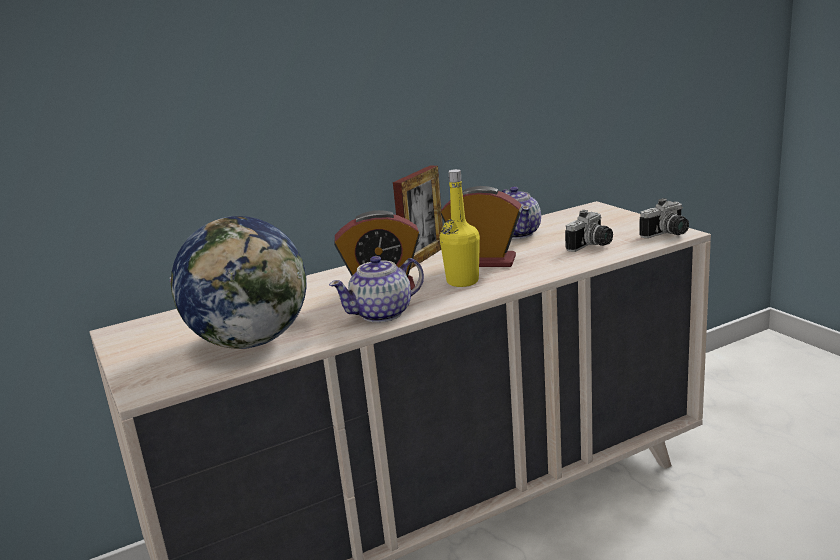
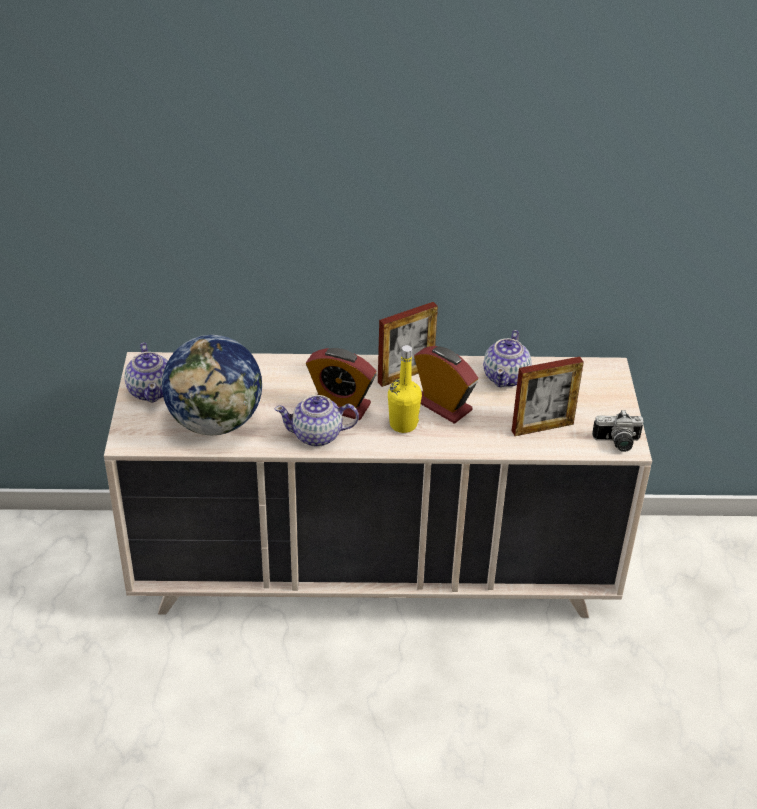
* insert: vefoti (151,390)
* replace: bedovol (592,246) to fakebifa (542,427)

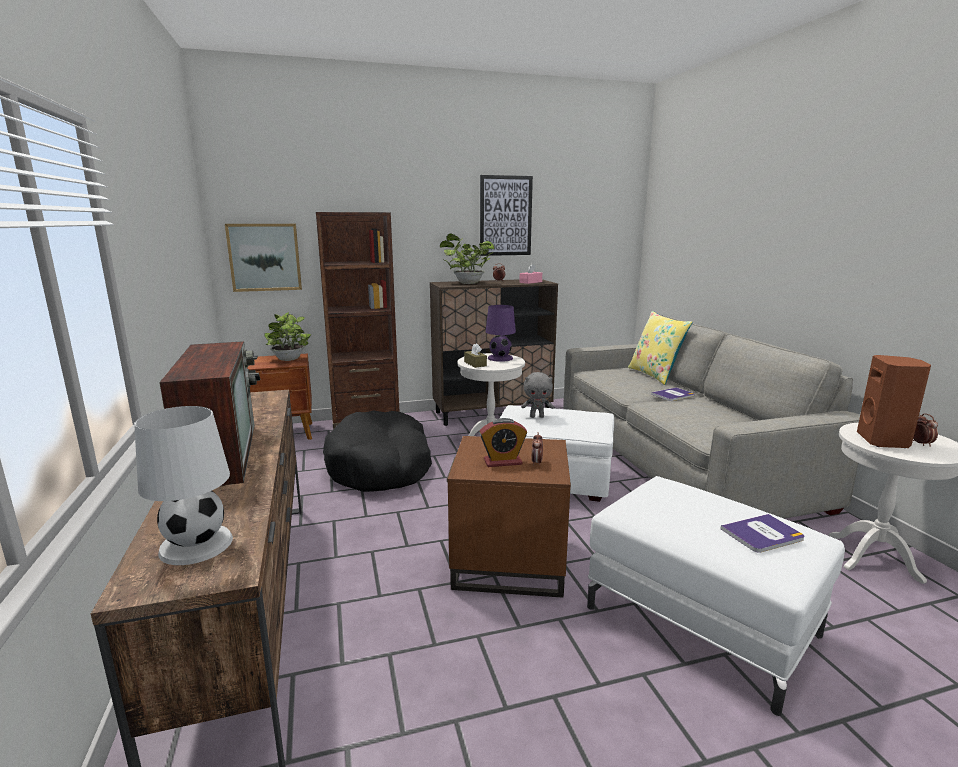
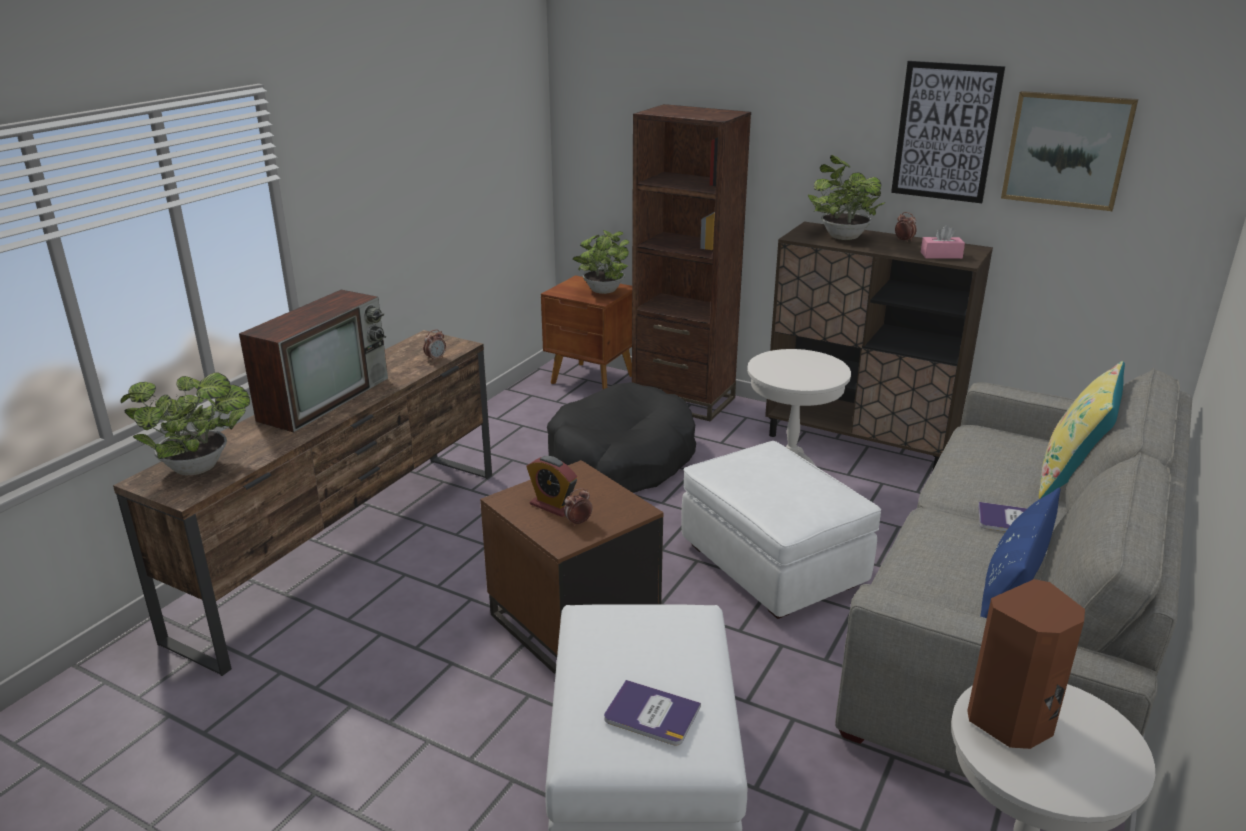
* replace: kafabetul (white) (195,545) to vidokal (201,468)
* move: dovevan (921,443) to (435,358)
* insert: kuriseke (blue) (1012,582)
* move: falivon (264,257) to (1067,150)
* delete: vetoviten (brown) (475,364)
* delete: kafabetul (purple) (500,358)
* delete: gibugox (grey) (537,416)

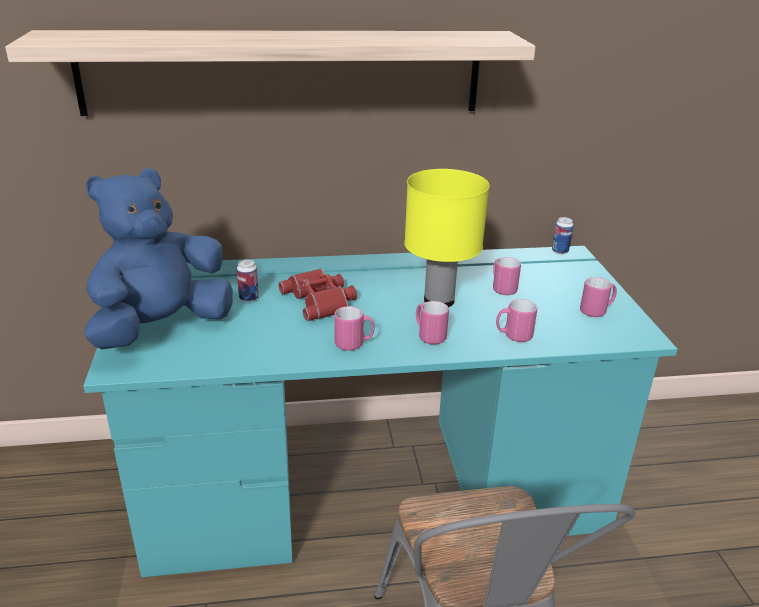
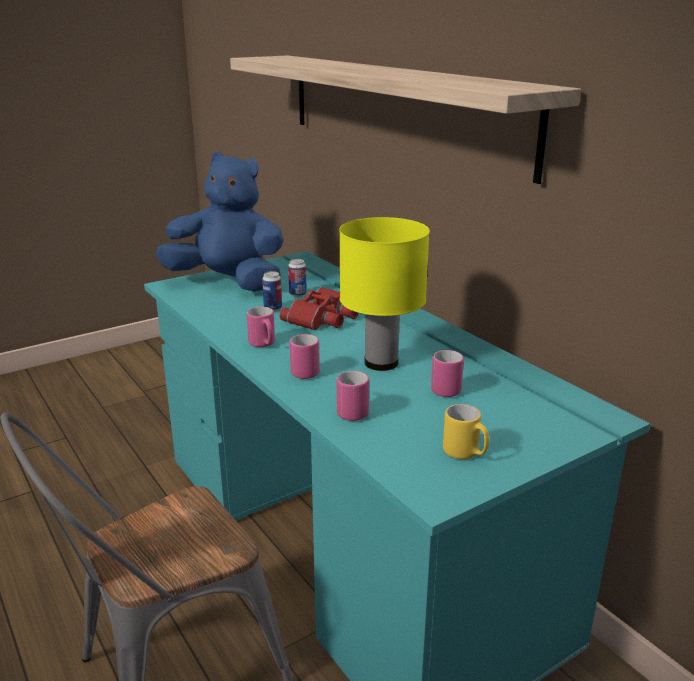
* move: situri (560,251) to (273,308)
* recolor: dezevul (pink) (597,311) to dezevul (yellow) (465,454)

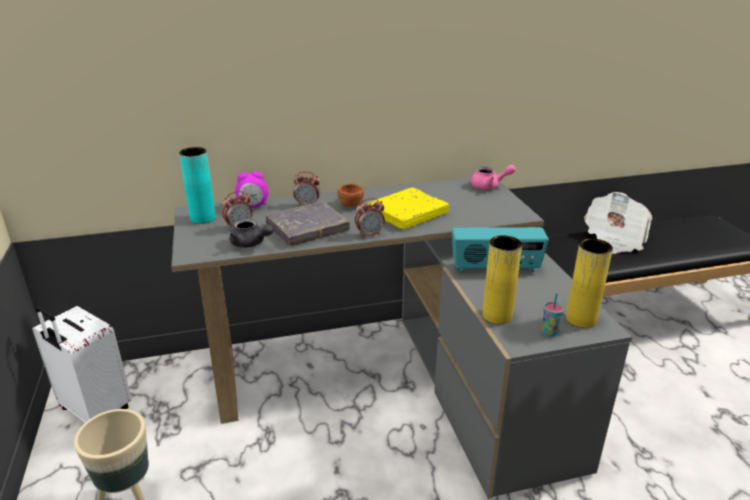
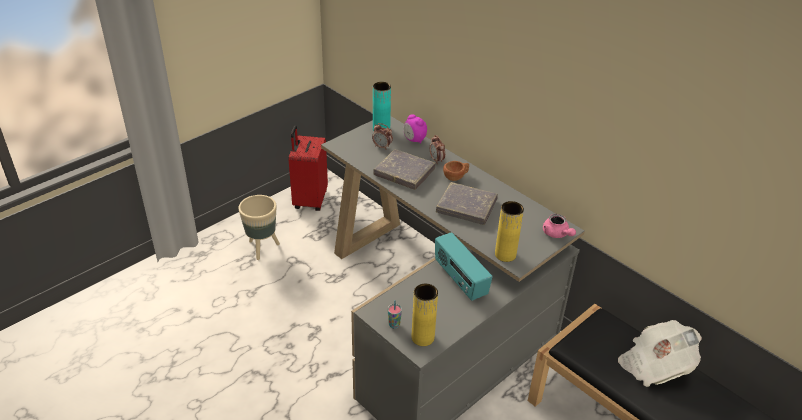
* recolor: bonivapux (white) (94,410) to bonivapux (red) (309,200)
* recolor: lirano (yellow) (407,213) to lirano (grey) (466,207)
* move: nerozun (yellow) (497,316) to (505,255)
* delete: vefoti (grey) (251,244)
* delete: dovevan (370,234)

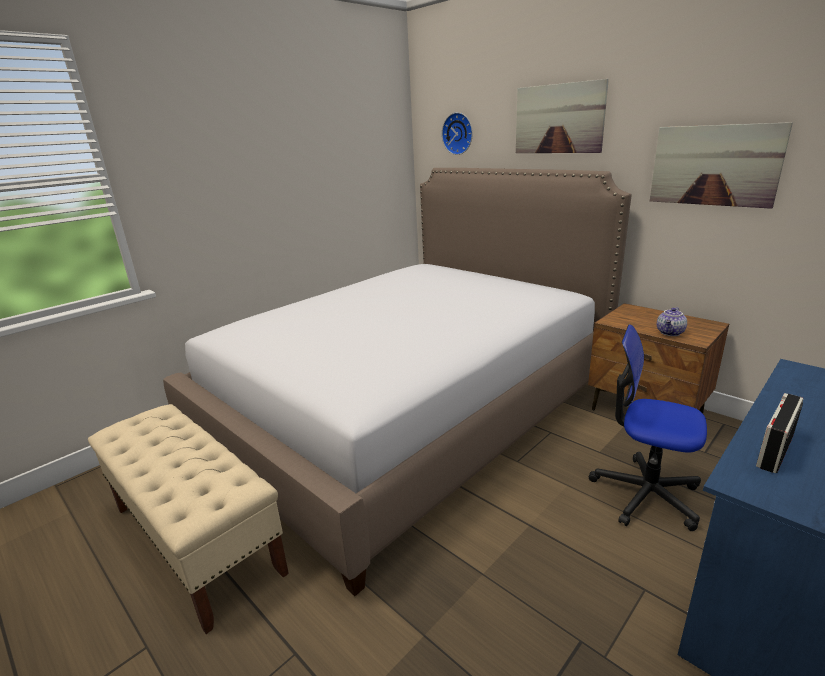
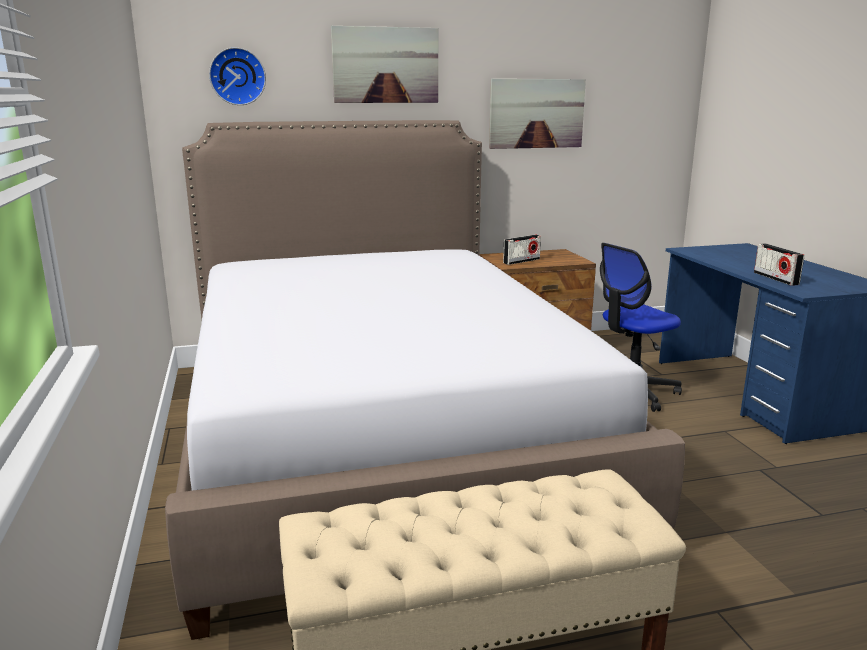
* insert: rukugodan (521,261)
* delete: vefoti (670,333)

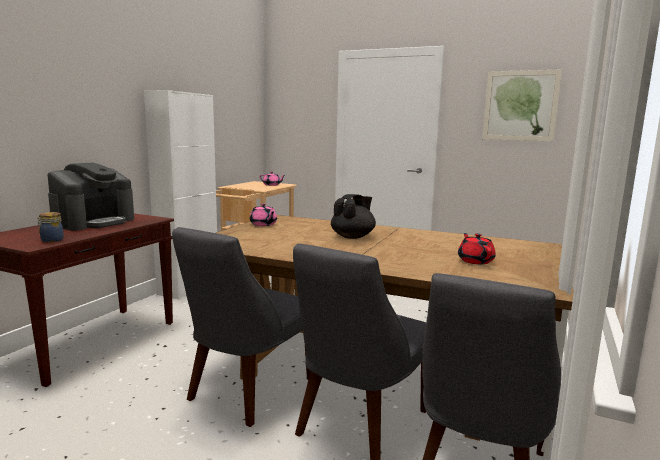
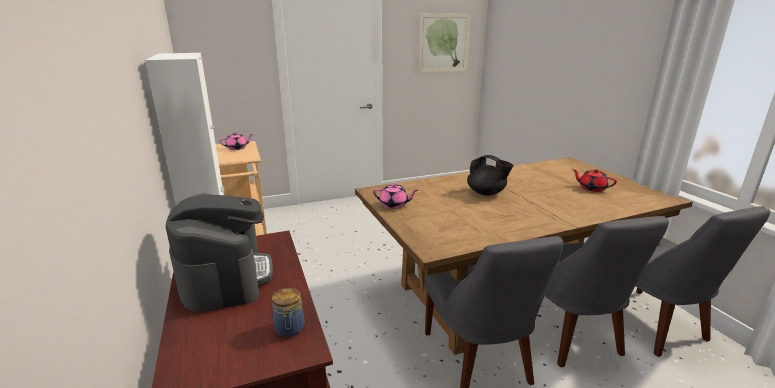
* rotate: vefoti (black) (353,237) = (486,193) 135 degrees clockwise

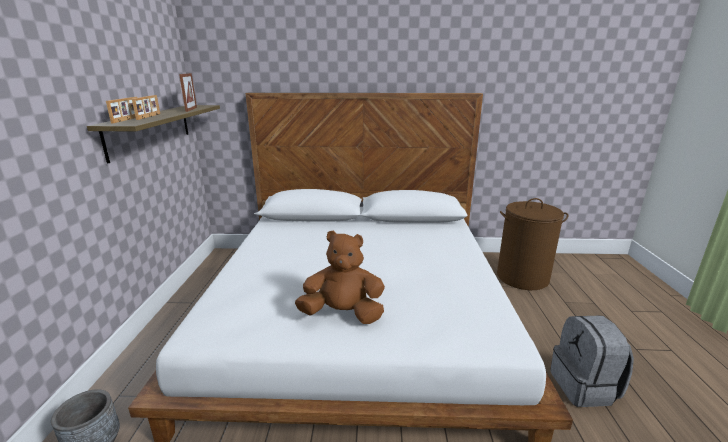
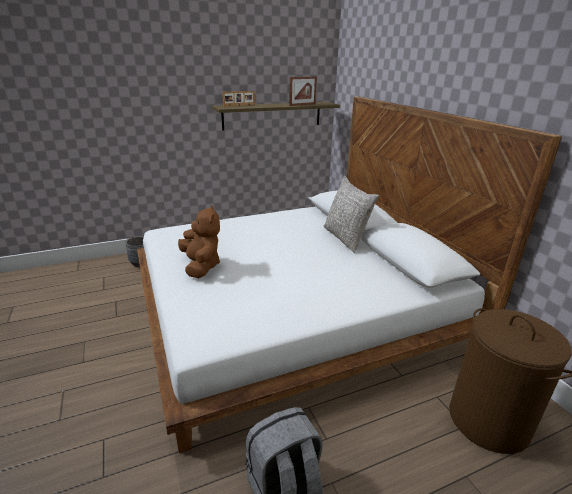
* insert: kuriseke (grey) (346,238)
* delete: fakebifa (149,116)

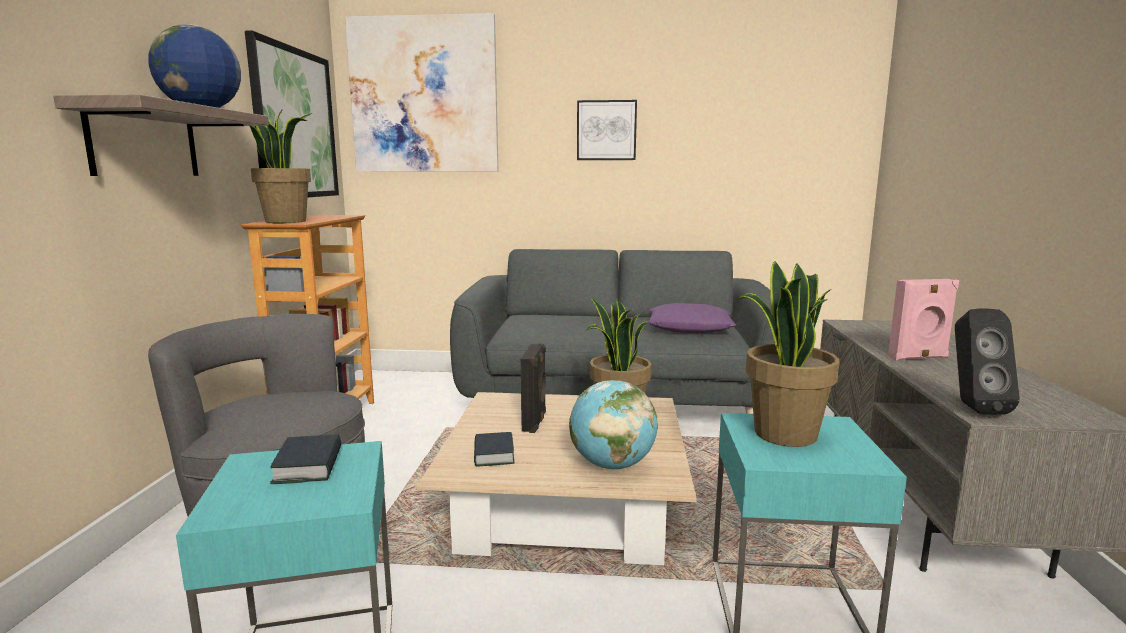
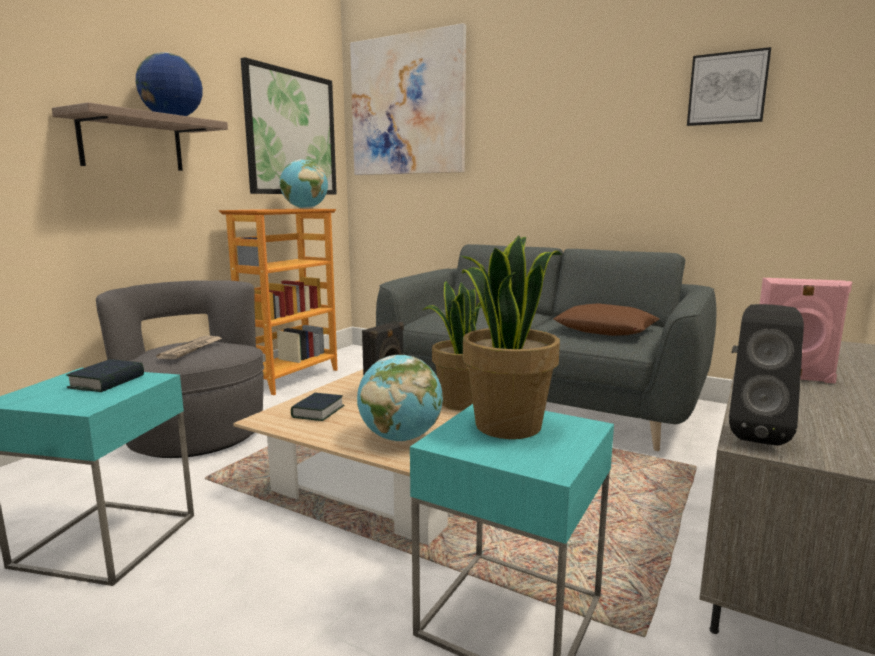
* insert: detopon (192,349)
* insert: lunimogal (305,208)
* recolor: kuriseke (purple) (689,327) to kuriseke (brown) (605,329)
* move: falivon (606,130) to (727,88)
* delete: vidokal (286,221)

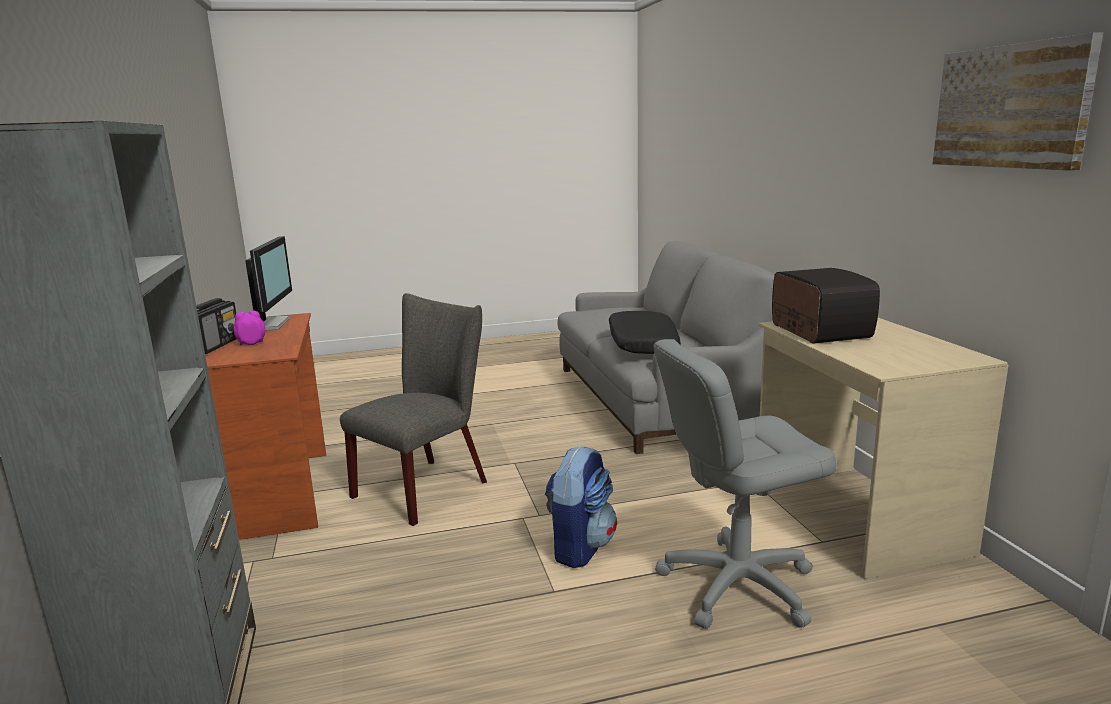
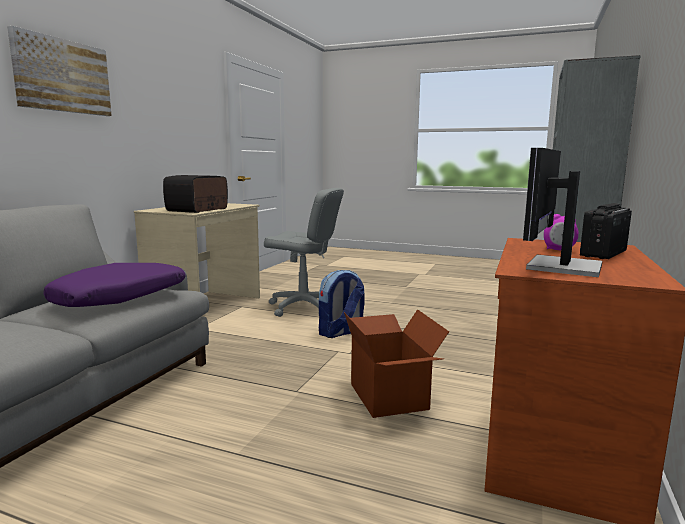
* move: falivon (1011,106) to (62,76)
* recolor: kuriseke (black) (641,344) to kuriseke (purple) (120,298)
* replace: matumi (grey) (428,486) to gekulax (390,396)

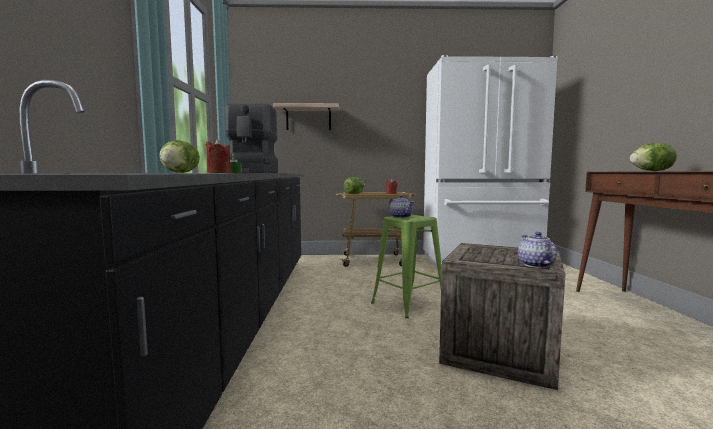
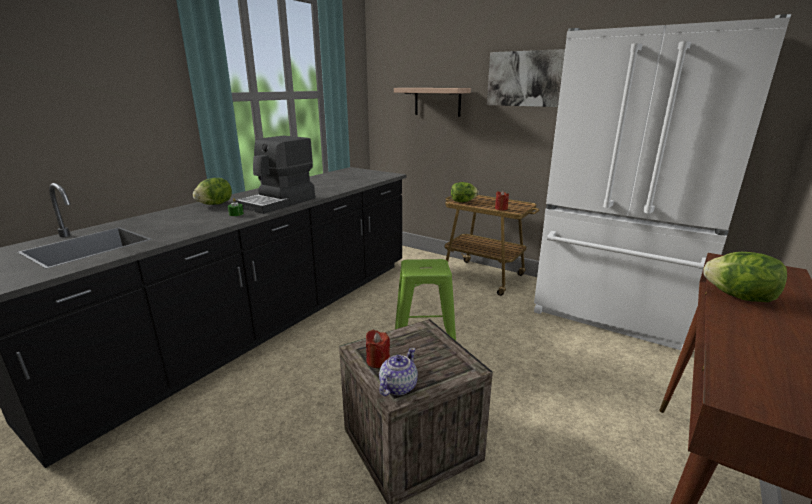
* move: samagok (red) (219,173) to (377,361)
* insert: falivon (525,79)
* delete: vefoti (401,217)

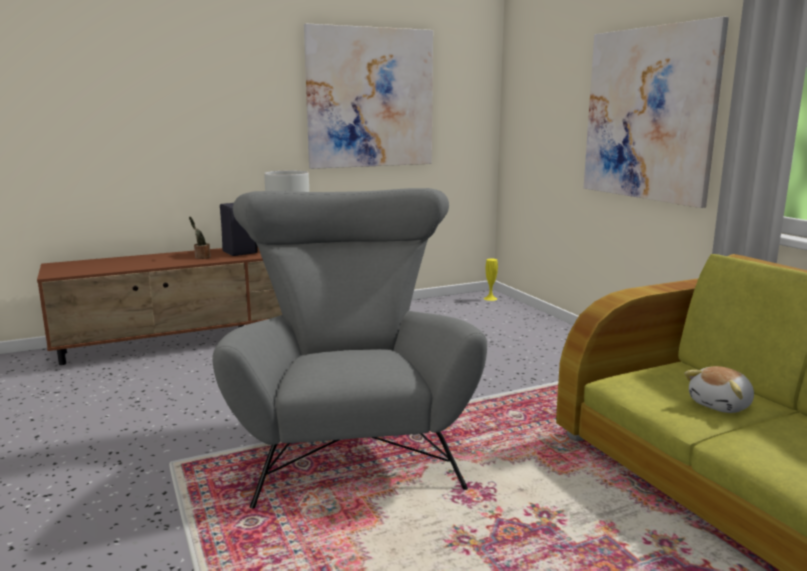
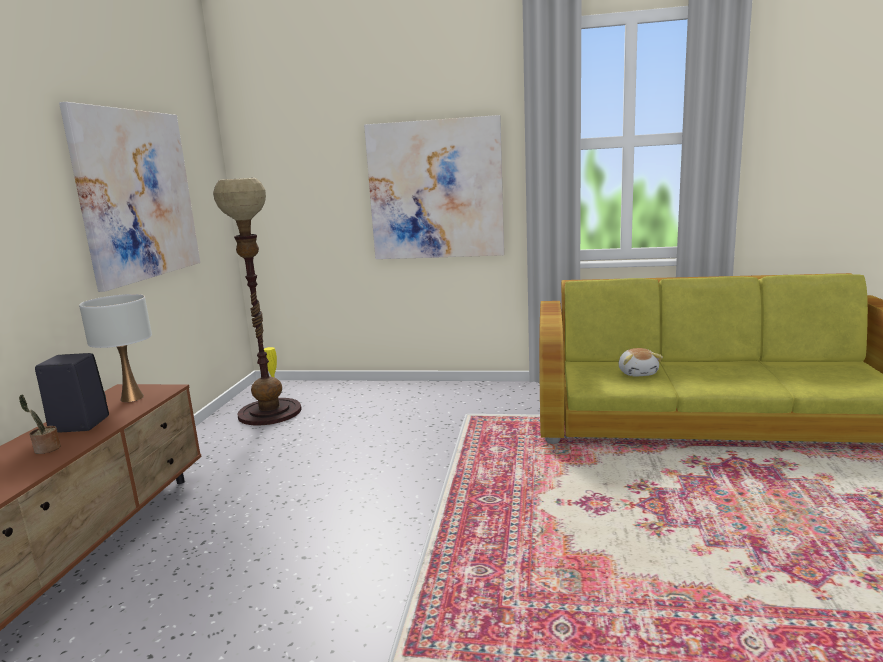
* insert: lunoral (269,412)
* delete: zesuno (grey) (350,442)

